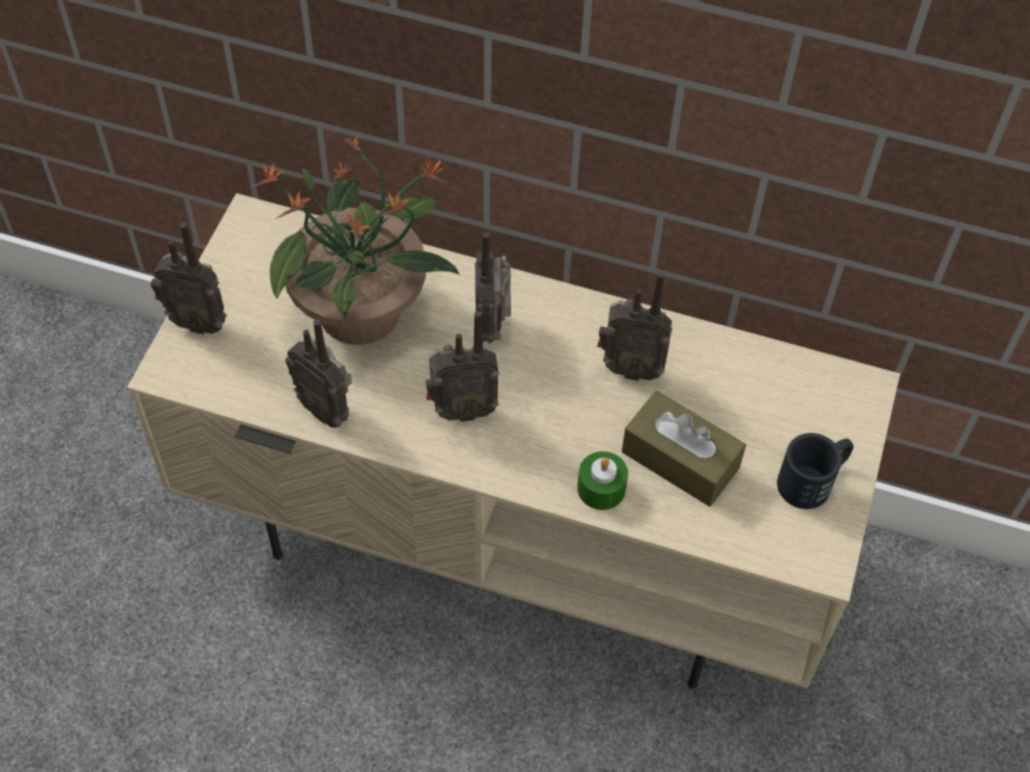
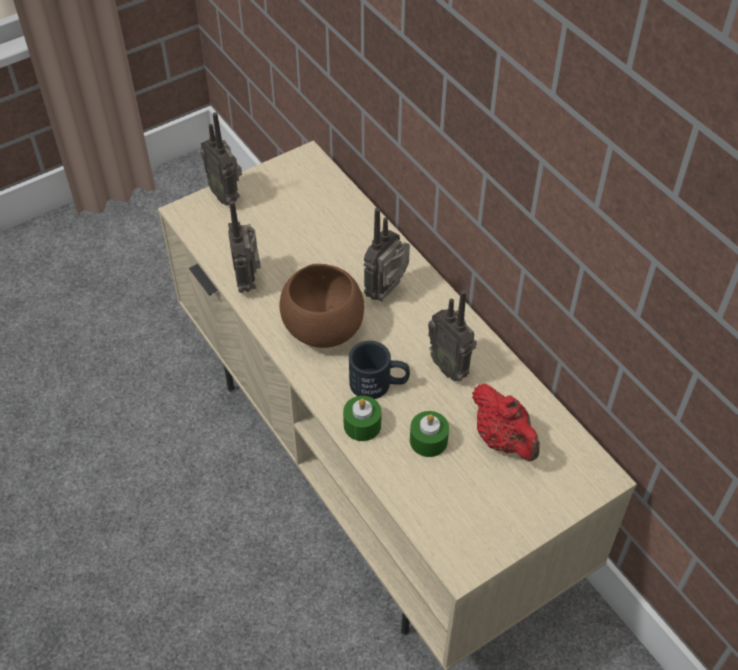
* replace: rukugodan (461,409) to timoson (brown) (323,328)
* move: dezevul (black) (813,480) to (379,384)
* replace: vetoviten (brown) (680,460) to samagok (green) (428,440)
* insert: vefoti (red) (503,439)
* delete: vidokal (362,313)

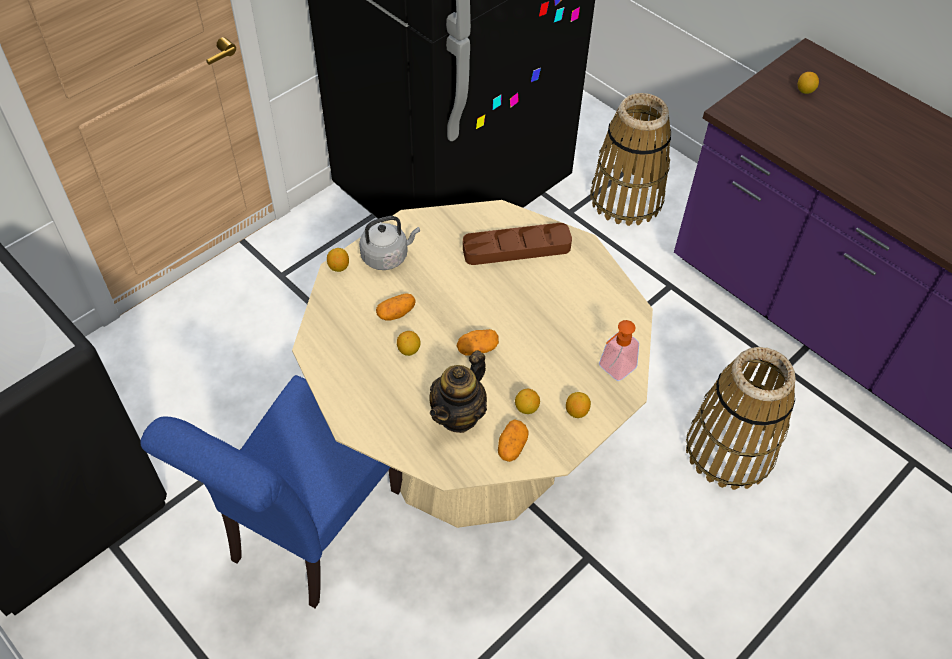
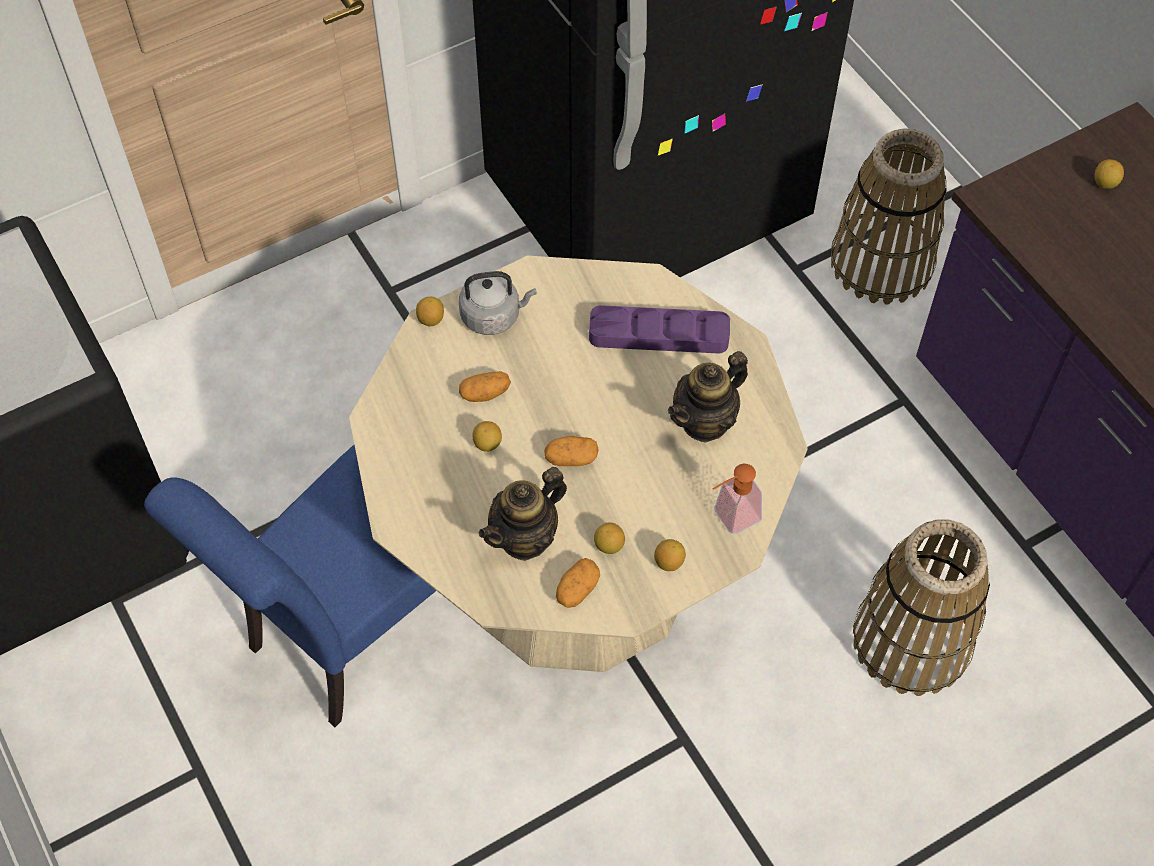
* recolor: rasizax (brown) (516,248) to rasizax (purple) (659,334)
* insert: vefoti (705,421)

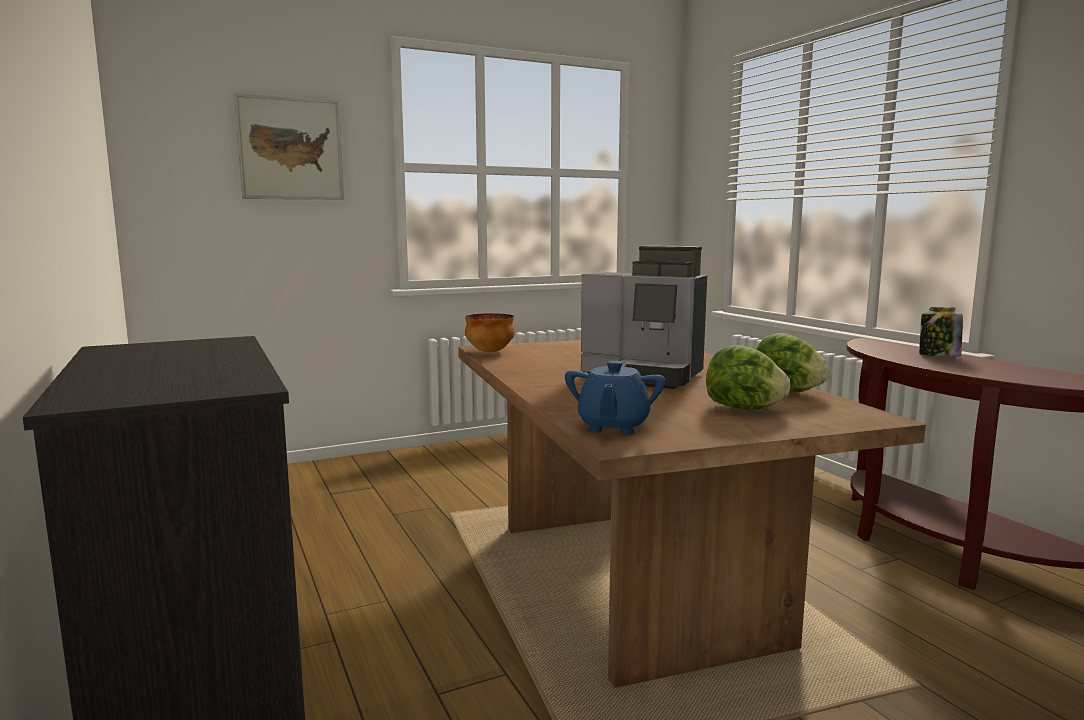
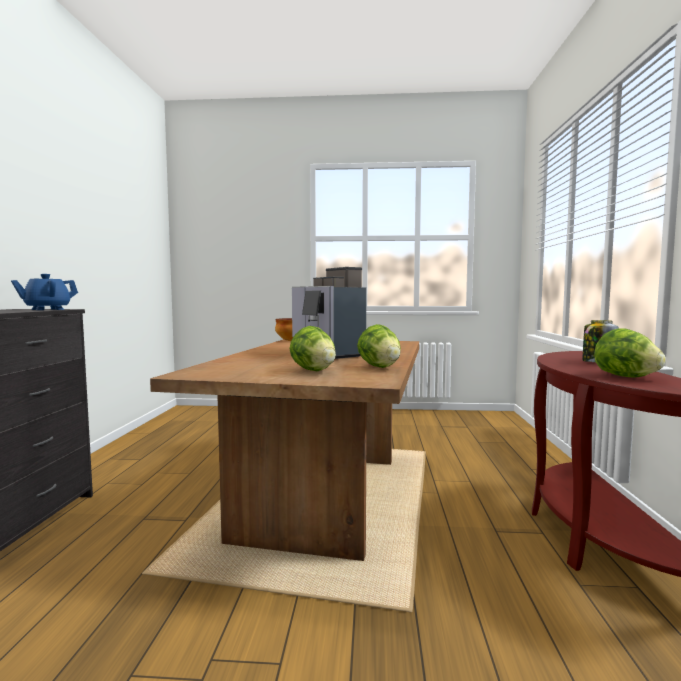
* move: vefoti (blue) (613,427) to (47,309)
* insert: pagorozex (625,376)
* delete: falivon (291,149)

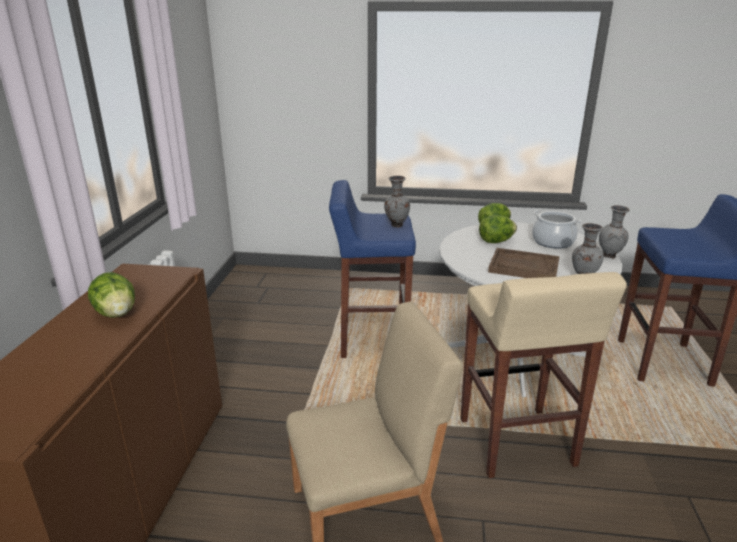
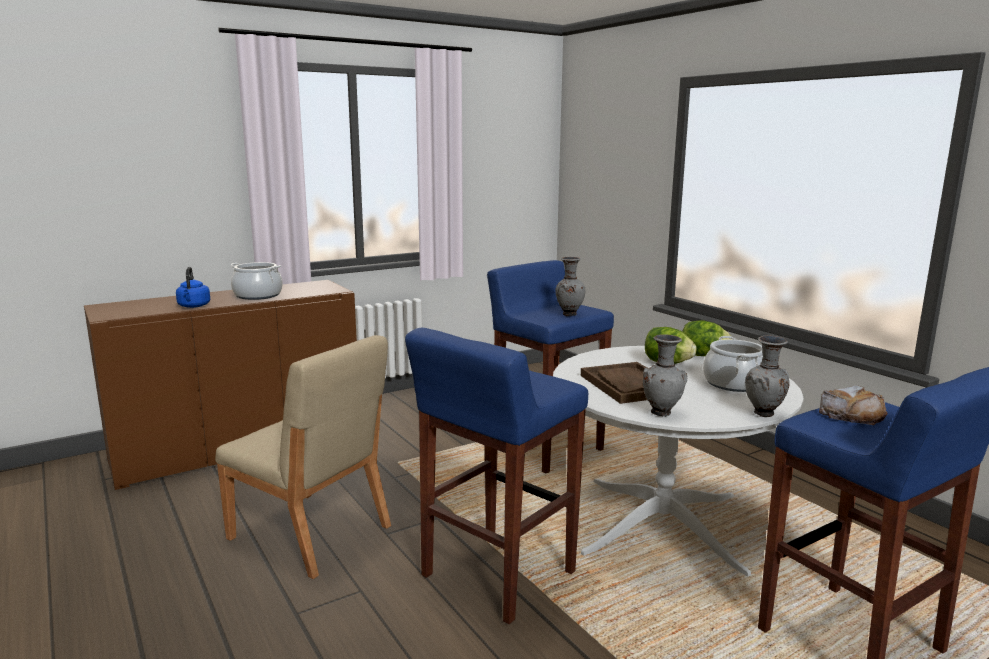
* insert: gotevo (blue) (193,306)
* replace: pagorozex (116,314) to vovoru (258,295)
* recolor: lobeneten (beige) (516,443) to lobeneten (blue) (496,575)
* insert: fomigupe (851,414)

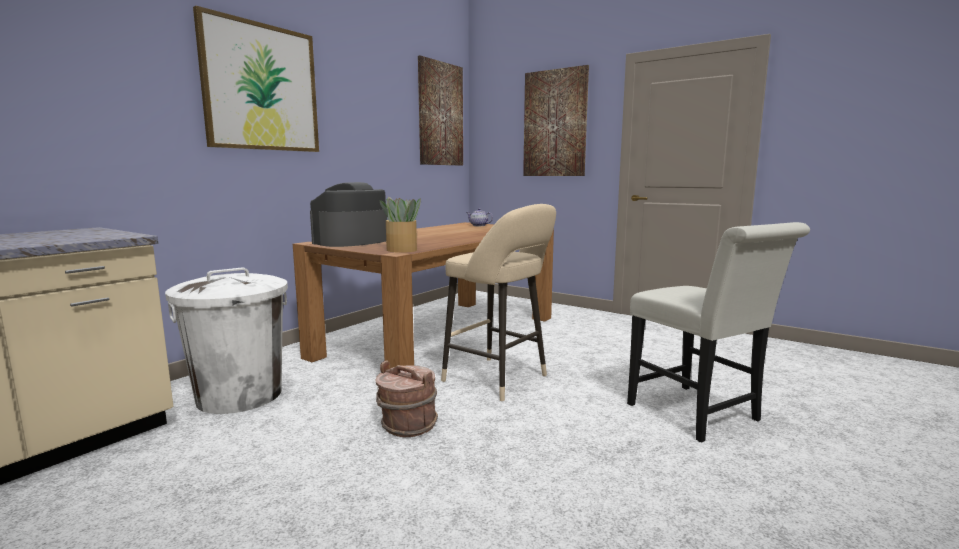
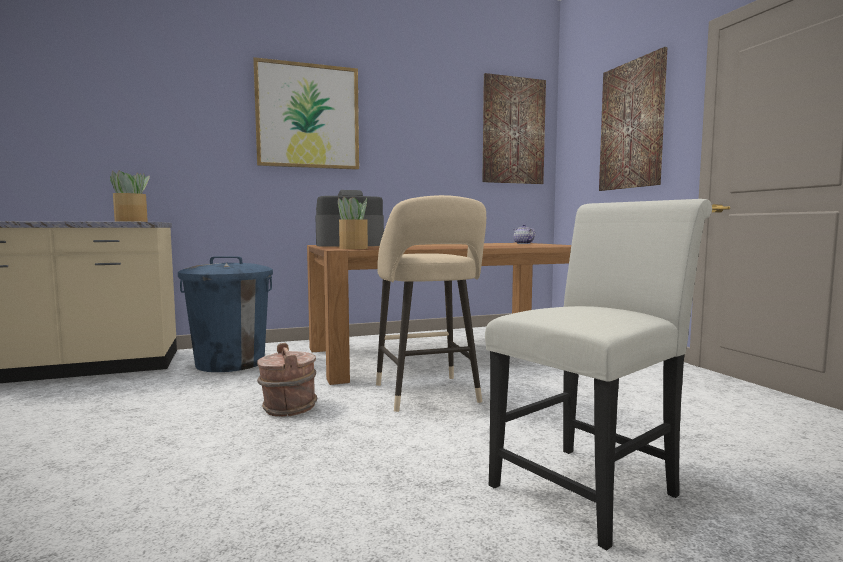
* insert: vidokal (132,221)
* recolor: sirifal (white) (240,395) to sirifal (blue) (230,363)
* rotate: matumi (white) (700,416) = (591,486) 135 degrees counterclockwise

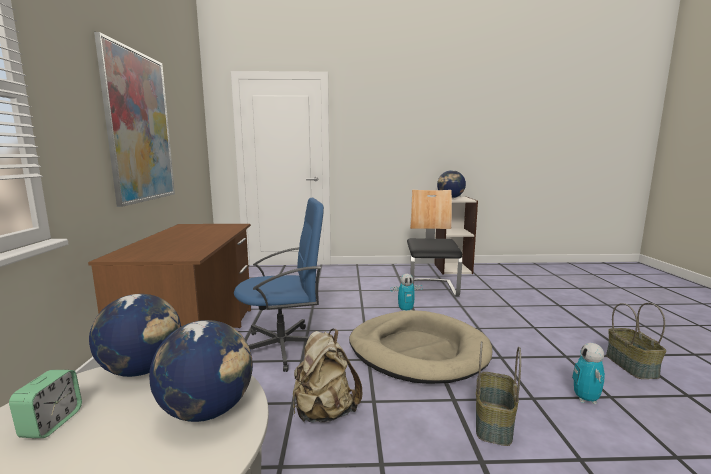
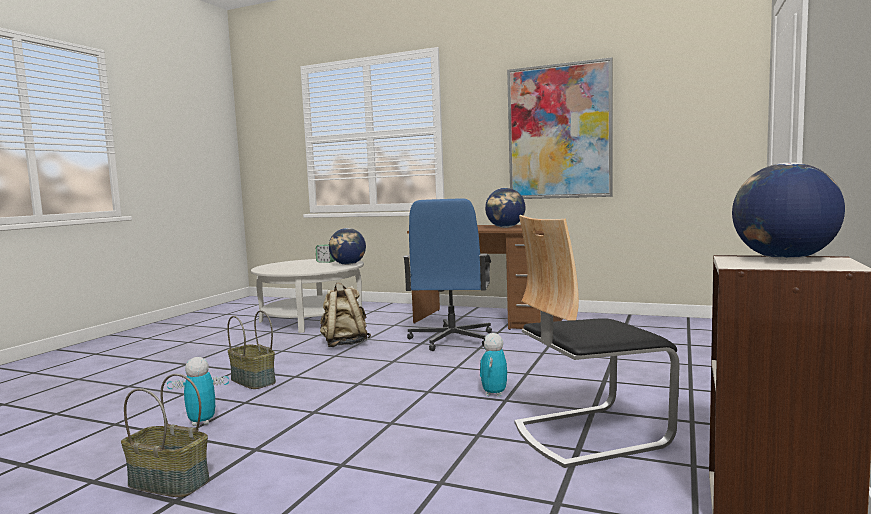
* rotate: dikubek (585,399) = (201,422) 45 degrees counterclockwise
* move: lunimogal (207,410) to (505,227)
* rotate: matumi (431,289) = (589,433) 135 degrees clockwise
* delete: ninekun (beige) (418,351)

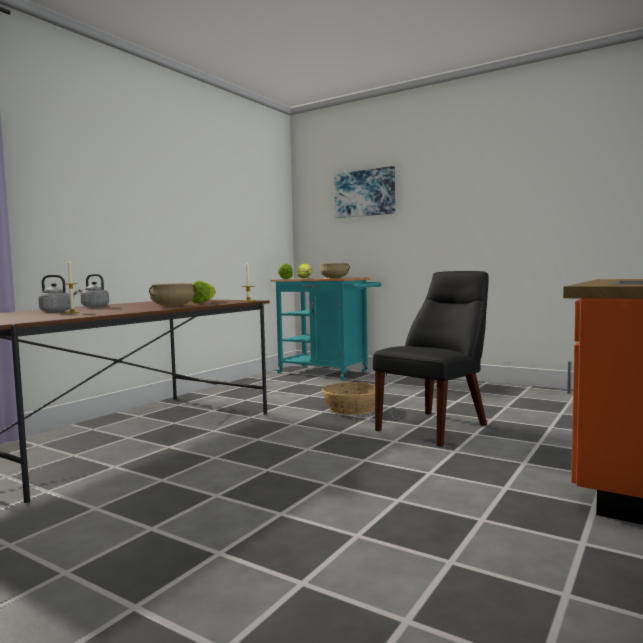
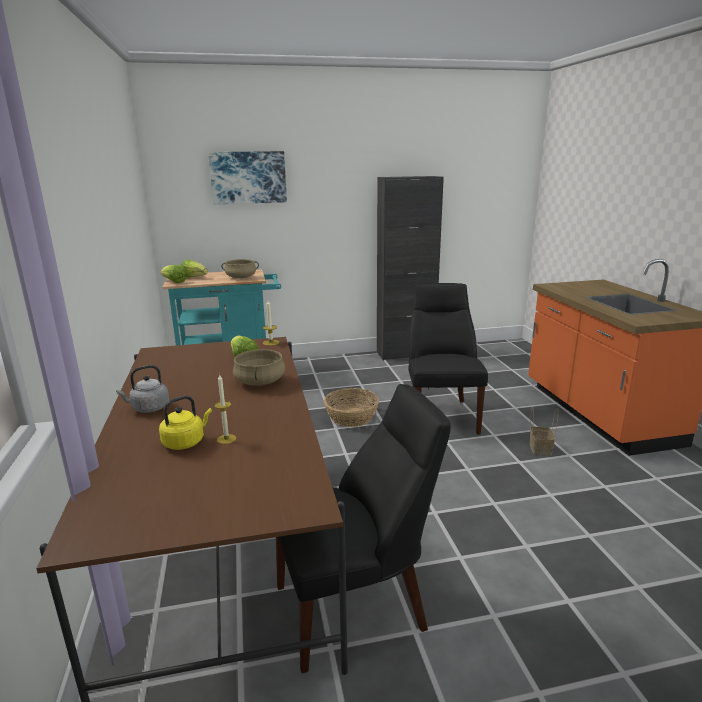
* recolor: gotevo (grey) (57,311) to gotevo (yellow) (185,442)
* insert: matumi (black) (356,606)
* insert: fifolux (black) (405,353)
* insert: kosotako (539,448)

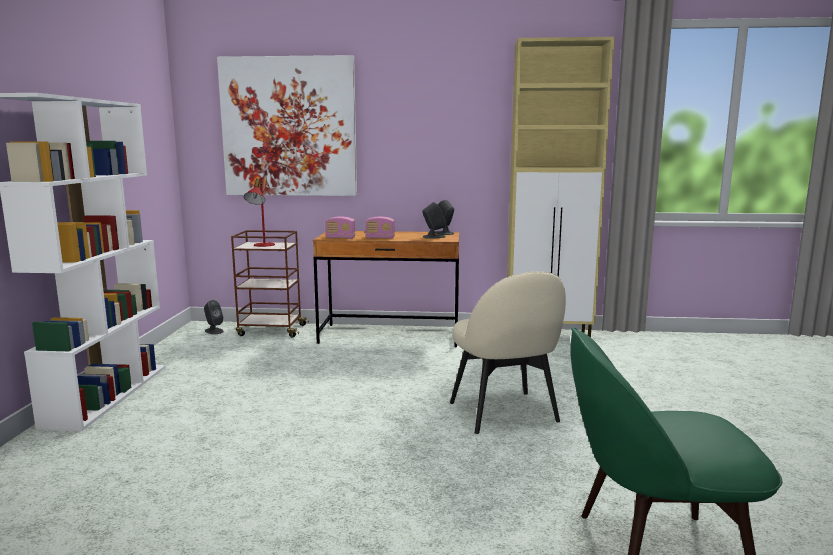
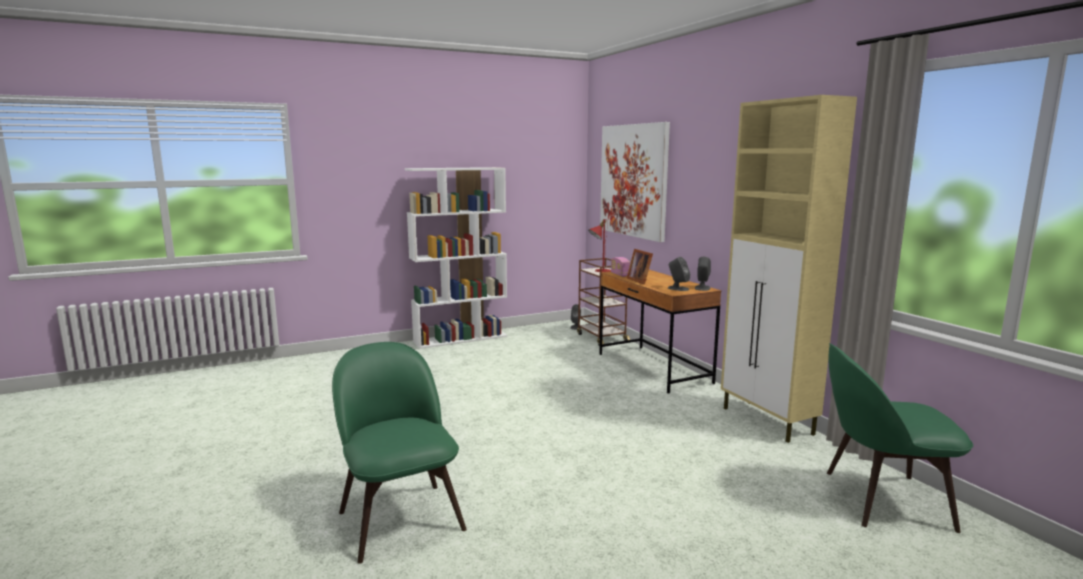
* replace: rukugodan (380,238) to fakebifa (640,280)
* insert: matumi (green) (881,499)
* delete: matumi (beige) (504,413)

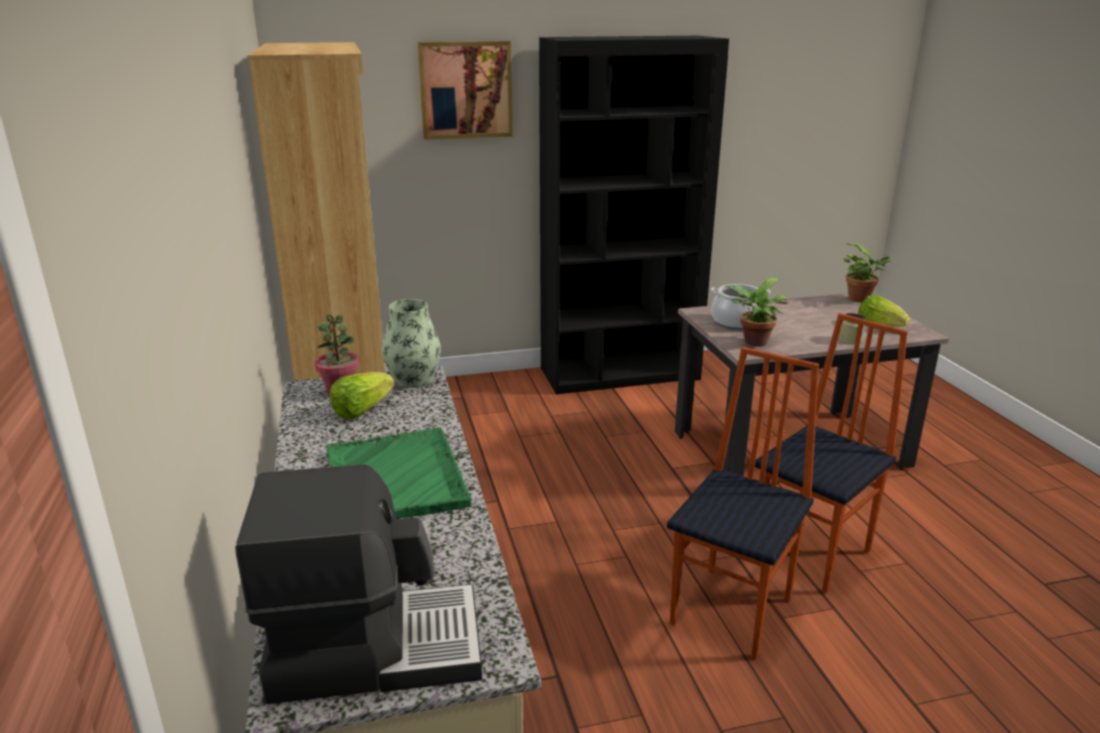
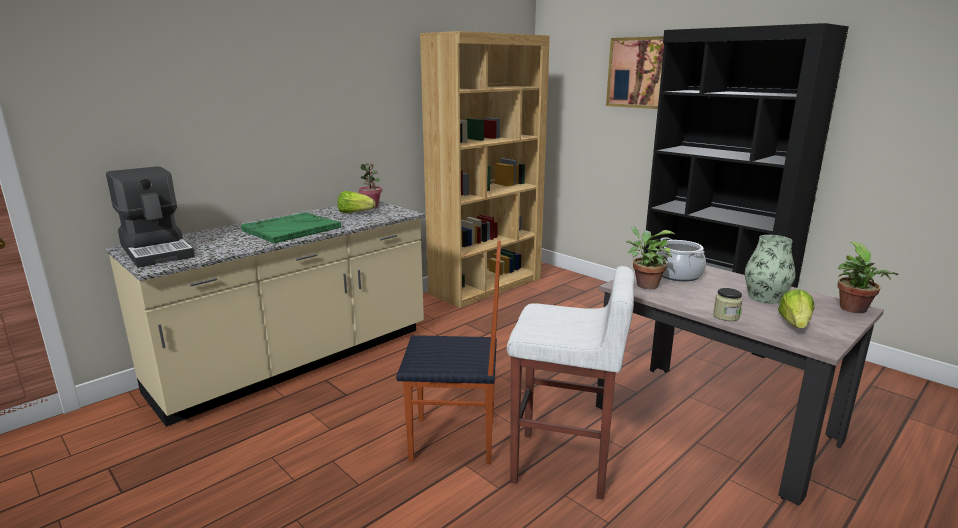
* replace: matumi (814,554) to lobeneten (white) (563,465)
* move: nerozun (413,379) to (765,297)

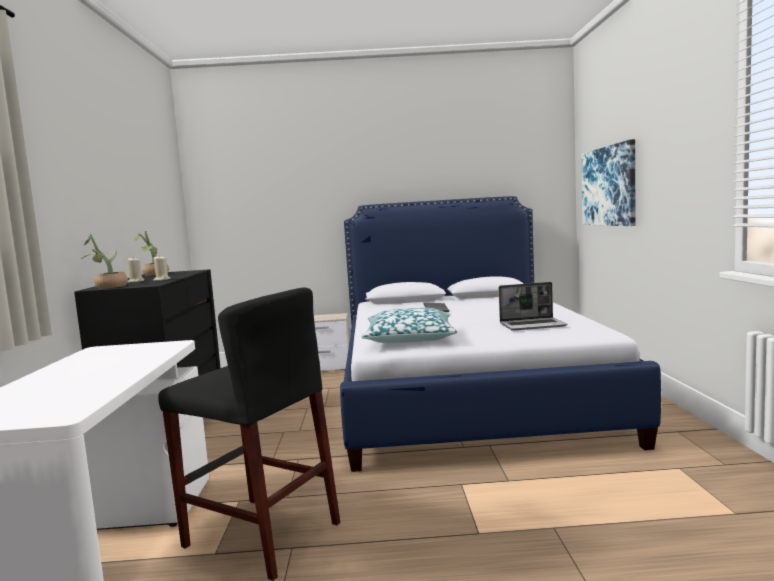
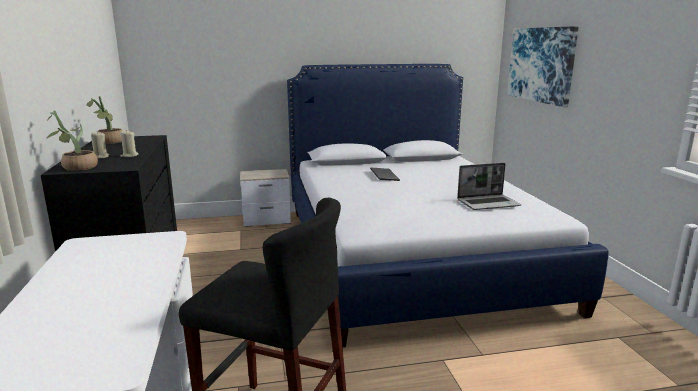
* delete: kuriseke (410,338)

